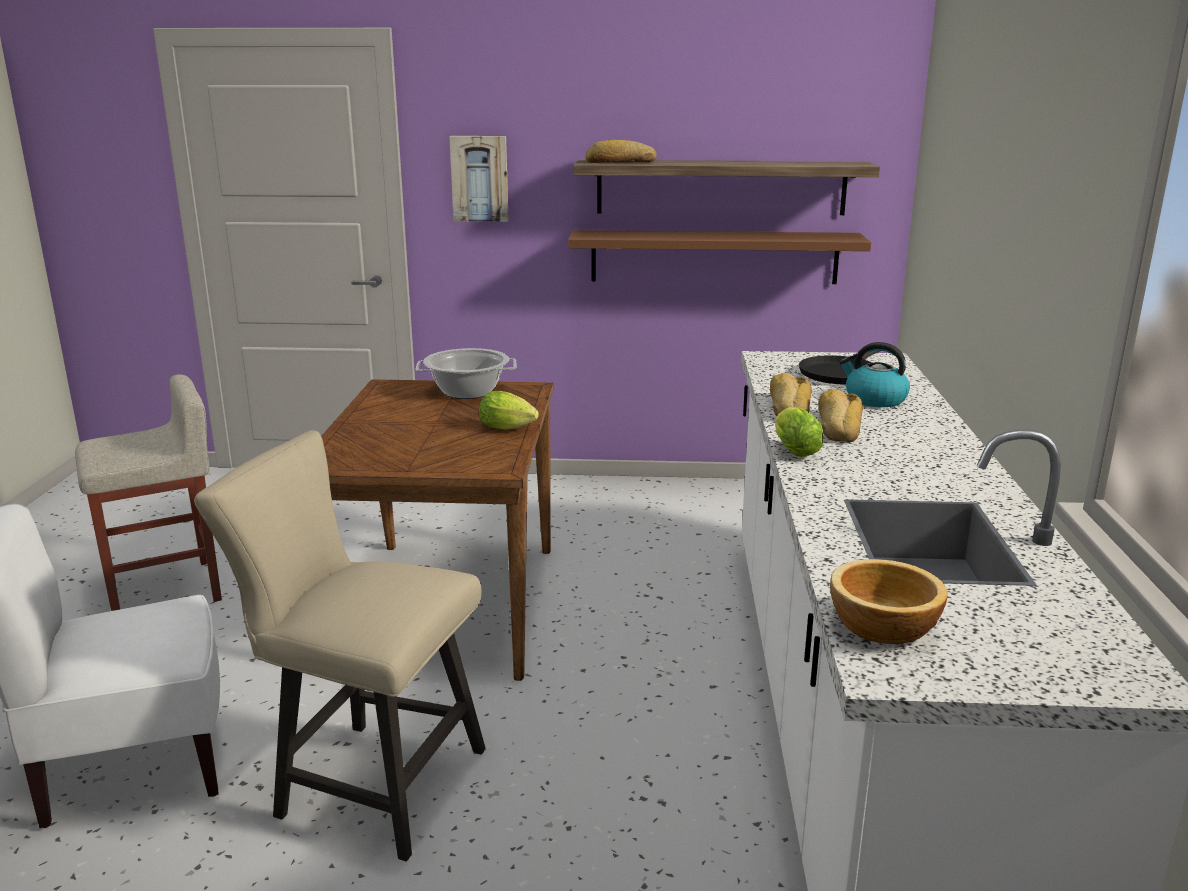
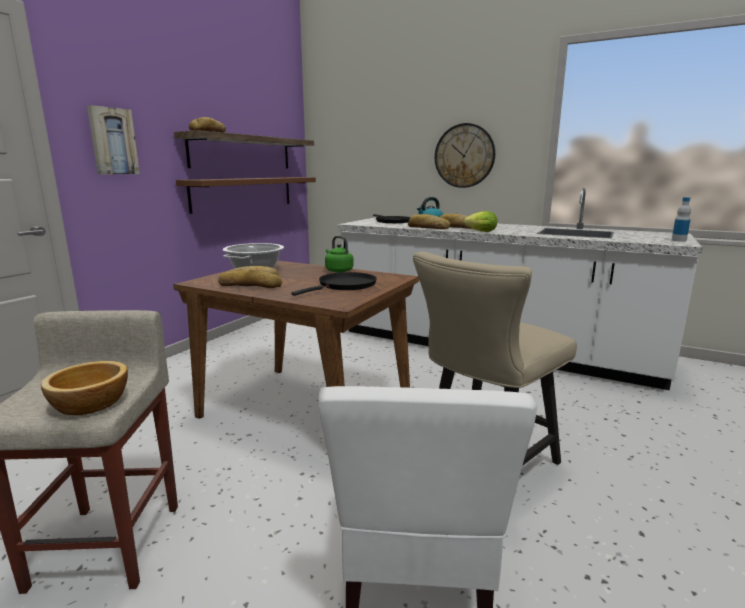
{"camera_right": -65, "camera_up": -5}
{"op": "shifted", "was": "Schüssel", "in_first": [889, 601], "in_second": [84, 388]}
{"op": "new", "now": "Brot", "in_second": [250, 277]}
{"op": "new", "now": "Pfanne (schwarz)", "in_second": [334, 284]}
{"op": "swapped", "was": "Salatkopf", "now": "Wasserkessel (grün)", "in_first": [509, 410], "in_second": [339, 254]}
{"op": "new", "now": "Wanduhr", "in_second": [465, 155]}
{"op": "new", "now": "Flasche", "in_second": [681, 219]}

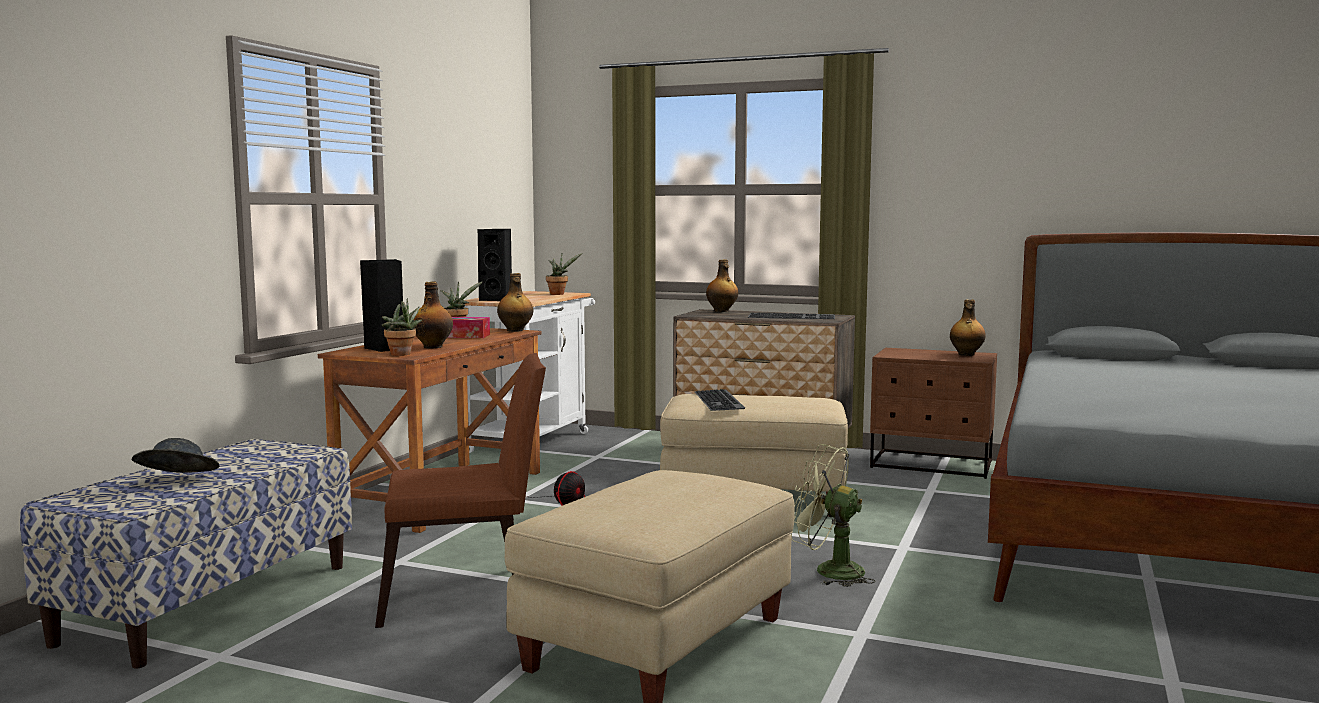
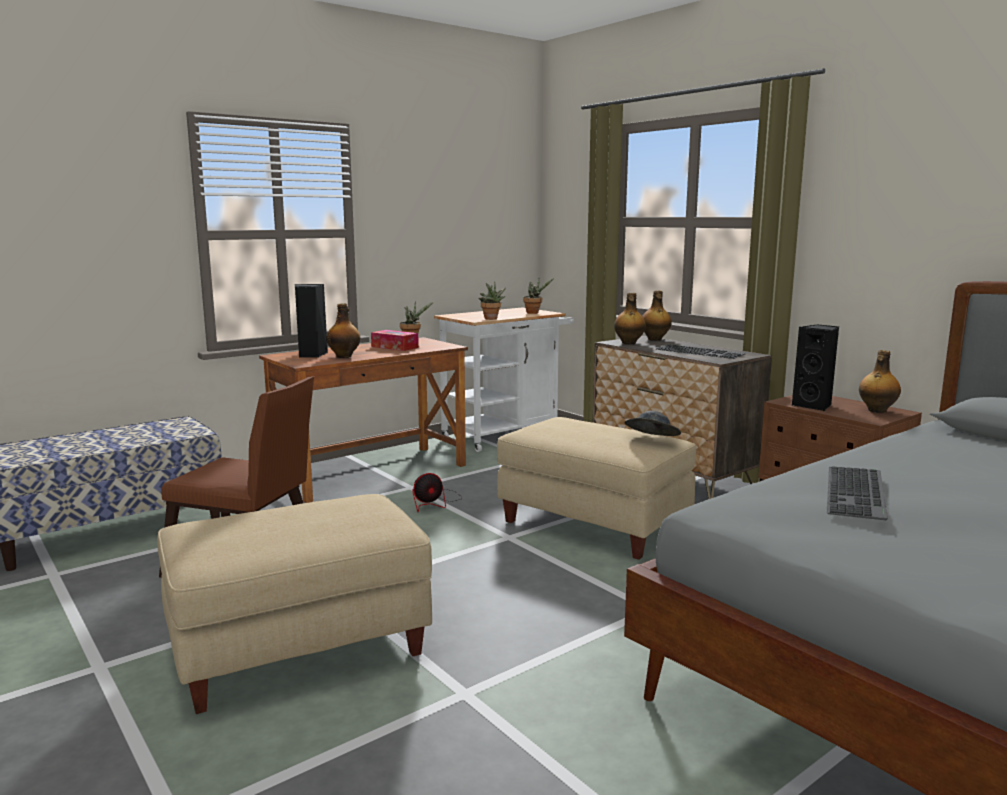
{"camera_right": 30, "camera_up": 5}
{"op": "shifted", "was": "Topfpflanze", "in_first": [402, 327], "in_second": [492, 301]}
{"op": "shifted", "was": "Flasche", "in_first": [515, 302], "in_second": [630, 318]}
{"op": "shifted", "was": "Hut (grau)", "in_first": [176, 455], "in_second": [652, 423]}
{"op": "shifted", "was": "Lautsprecher (schwarz)", "in_first": [495, 265], "in_second": [815, 367]}
{"op": "shifted", "was": "Tastatur", "in_first": [720, 400], "in_second": [857, 493]}
{"op": "gone", "was": "Ventilator (grün)", "in_first": [833, 515]}

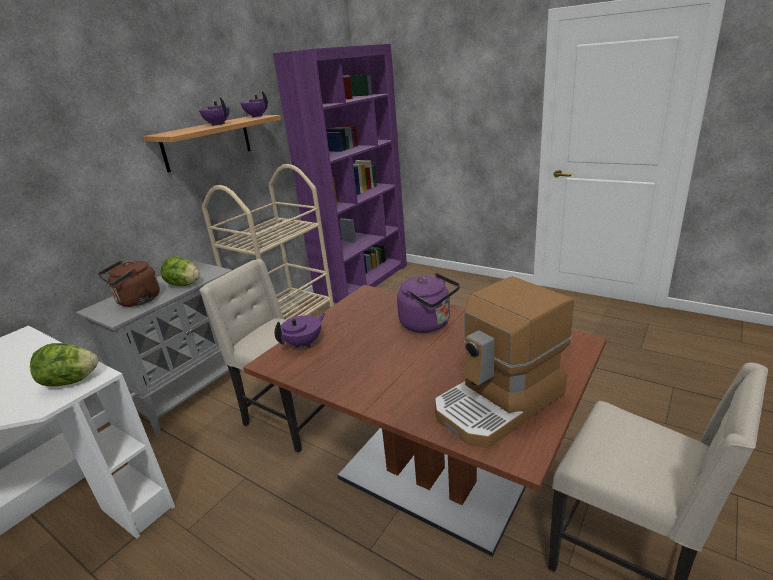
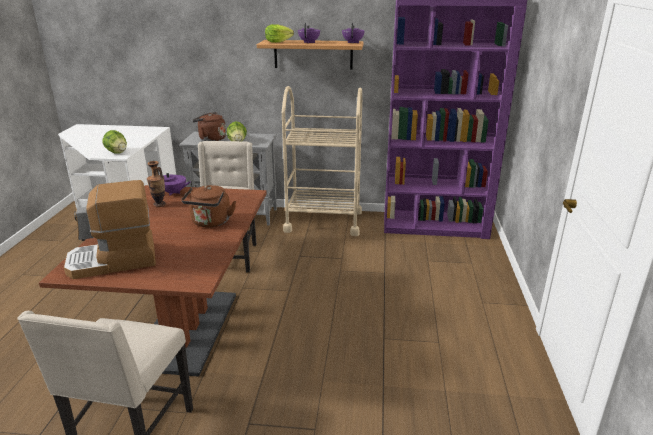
{"camera_right": 60, "camera_up": 0}
{"op": "rotated", "was": "Kaffeemaschine", "in_first": [504, 362], "in_second": [110, 229], "clockwise": -45}
{"op": "new", "now": "Vase", "in_second": [156, 184]}
{"op": "repainted", "was": "Wasserkessel (lila)", "now": "Wasserkessel (braun)", "in_first": [428, 303], "in_second": [208, 206]}
{"op": "new", "now": "Salatkopf", "in_second": [279, 33]}

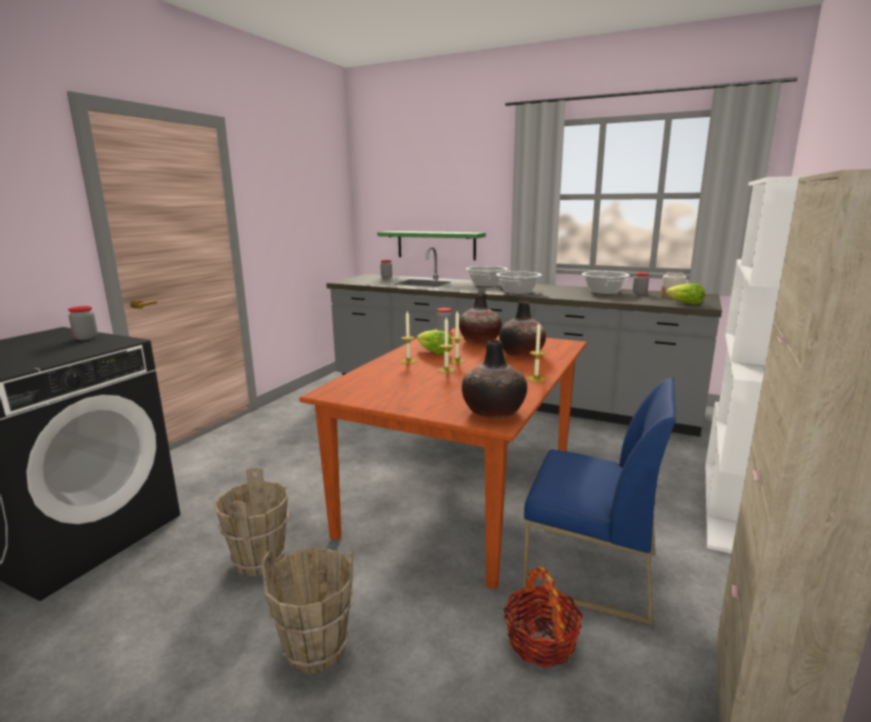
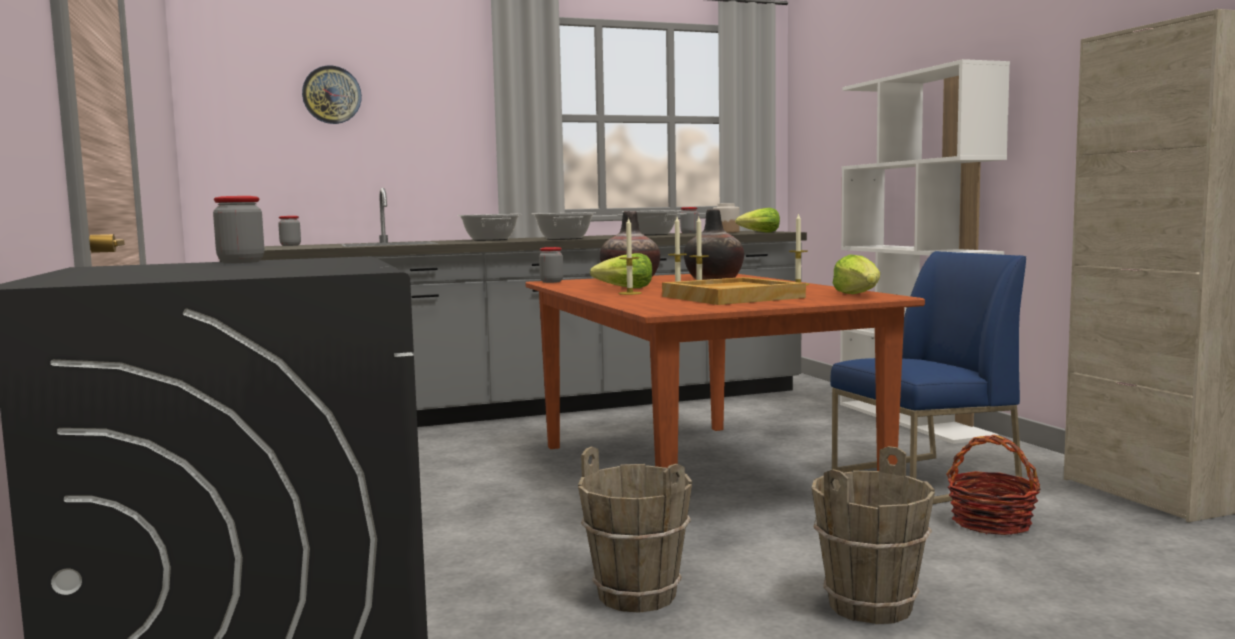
{"camera_right": -45, "camera_up": -10}
{"op": "new", "now": "Wanduhr", "in_second": [332, 94]}
{"op": "new", "now": "Tablett (beige)", "in_second": [734, 291]}
{"op": "swapped", "was": "Vase", "now": "Salatkopf", "in_first": [494, 379], "in_second": [856, 274]}
{"op": "gone", "was": "Wandregal (grün)", "in_first": [431, 245]}

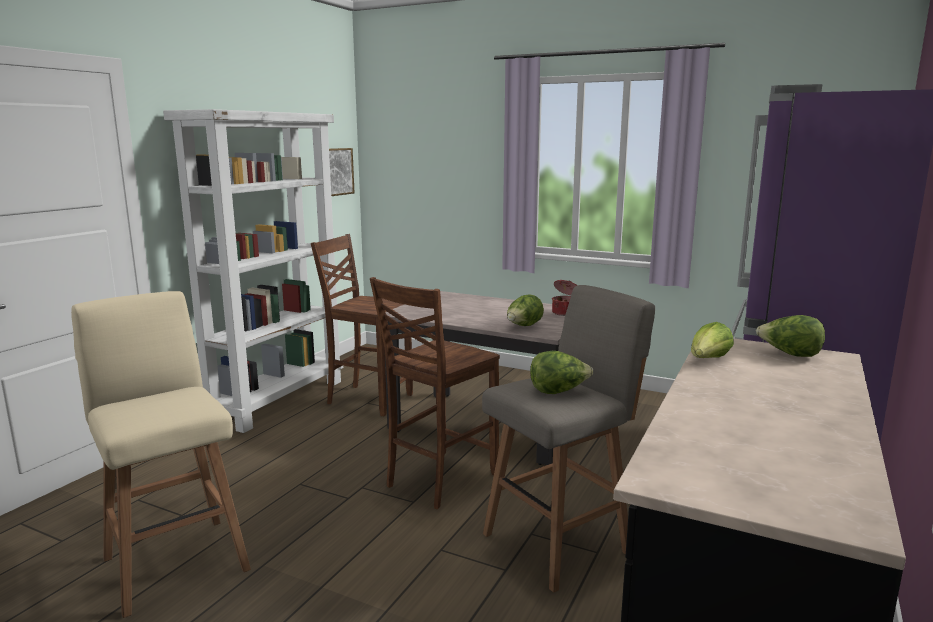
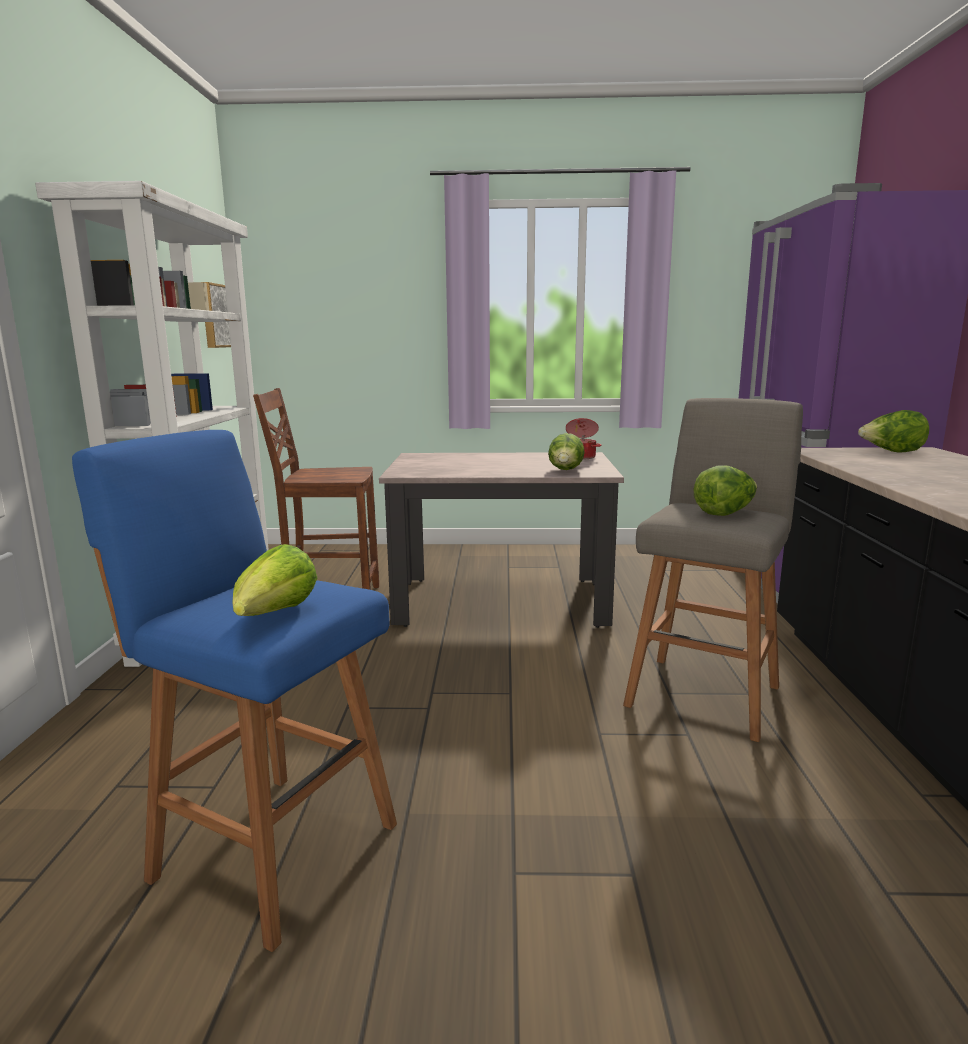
{"camera_right": -25, "camera_up": 0}
{"op": "repainted", "was": "Hocker (beige)", "now": "Hocker (blau)", "in_first": [161, 454], "in_second": [234, 691]}
{"op": "shifted", "was": "Salatkopf", "in_first": [712, 340], "in_second": [274, 580]}
{"op": "gone", "was": "Stuhl (braun)", "in_first": [435, 393]}

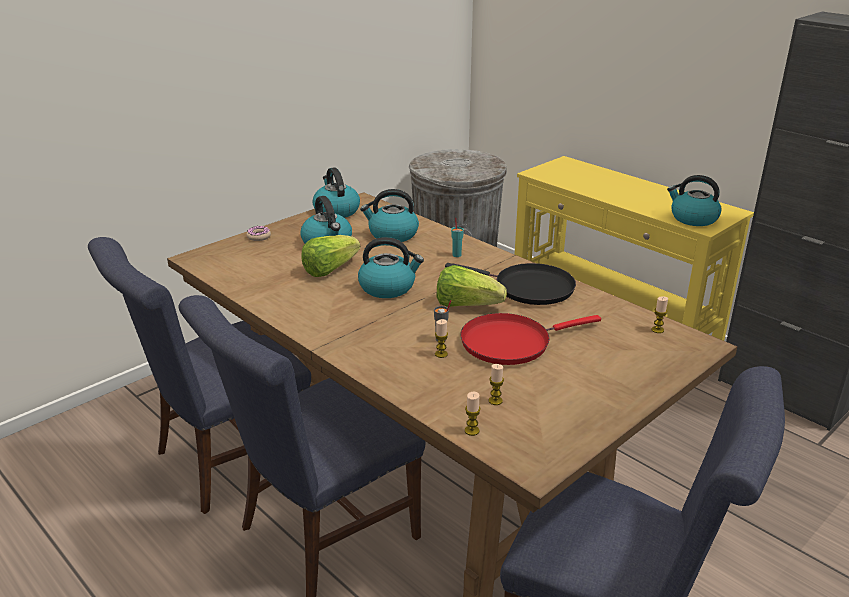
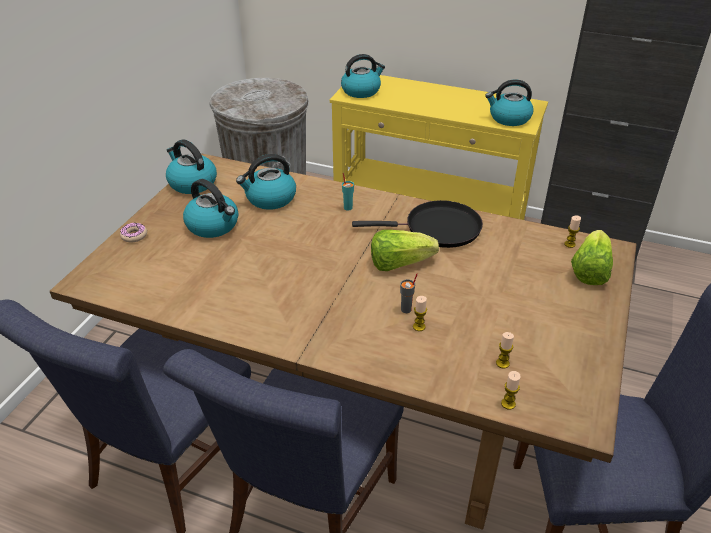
{"camera_right": -25, "camera_up": 10}
{"op": "shifted", "was": "Wasserkessel", "in_first": [391, 267], "in_second": [363, 76]}
{"op": "shifted", "was": "Salatkopf", "in_first": [331, 256], "in_second": [592, 257]}
{"op": "gone", "was": "Pfanne (rot)", "in_first": [530, 339]}

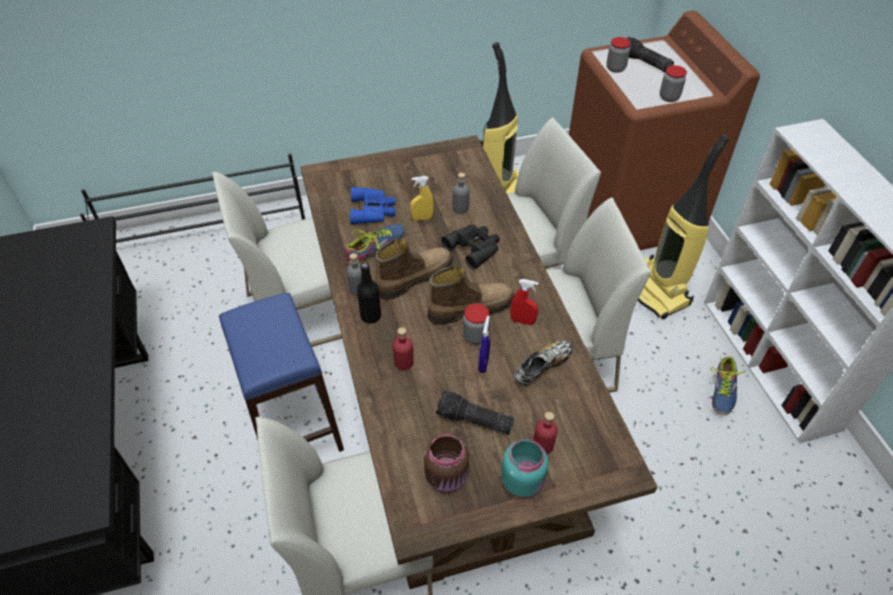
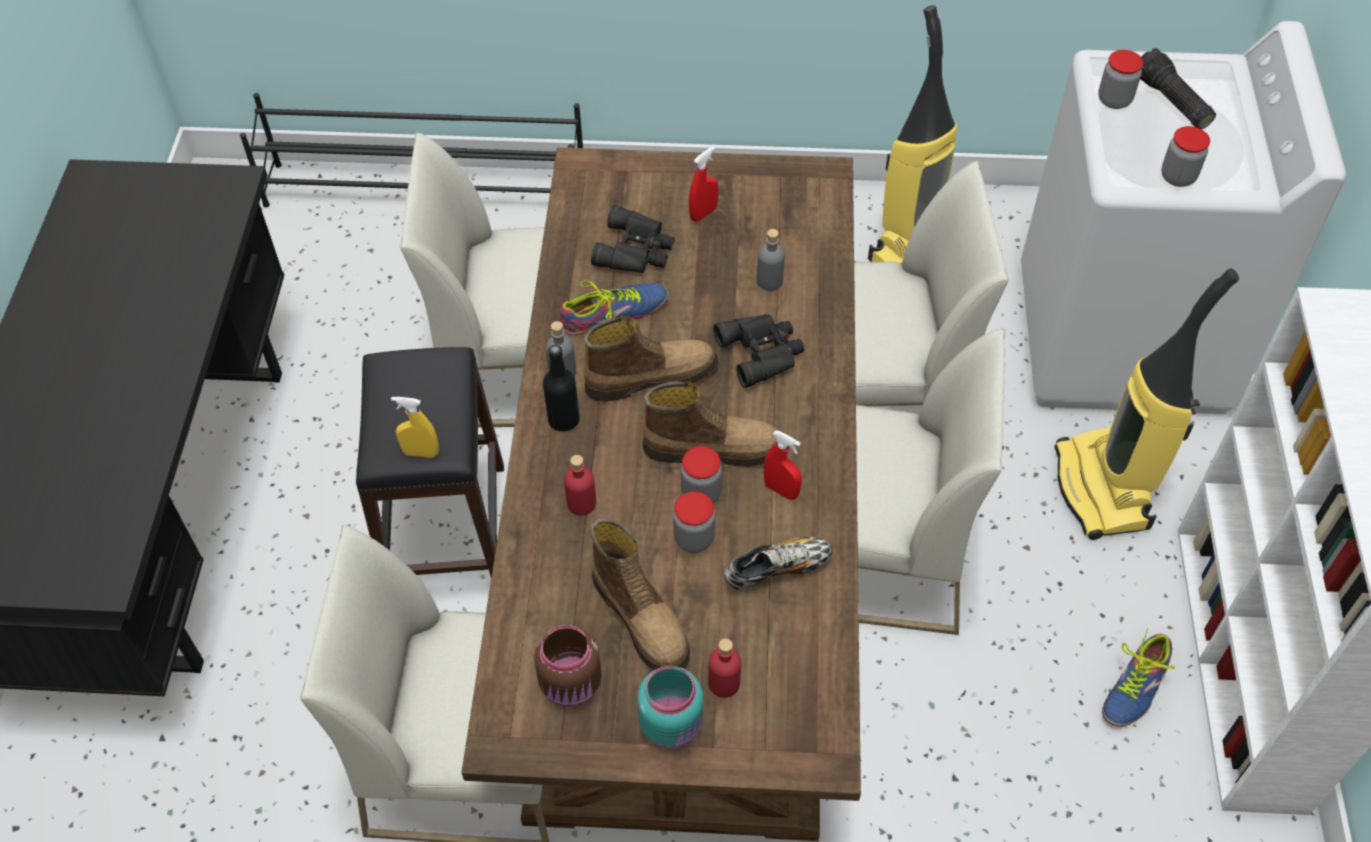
{"camera_right": 20, "camera_up": 5}
{"op": "repainted", "was": "Hocker (blau)", "now": "Hocker (schwarz)", "in_first": [281, 372], "in_second": [430, 462]}
{"op": "shifted", "was": "Sprühflasche (gelb)", "in_first": [422, 198], "in_second": [415, 427]}
{"op": "swapped", "was": "Taschenlampe", "now": "Stiefel", "in_first": [475, 413], "in_second": [640, 594]}
{"op": "repainted", "was": "Fernglas (blau)", "now": "Fernglas (schwarz)", "in_first": [372, 205], "in_second": [633, 239]}
{"op": "swapped", "was": "Sprühflasche (blau)", "now": "Vorratsglas", "in_first": [484, 344], "in_second": [694, 522]}
{"op": "new", "now": "Sprühflasche (rot)", "in_second": [703, 184]}
{"op": "repainted", "was": "Waschmaschine (braun)", "now": "Waschmaschine (weiß)", "in_first": [664, 130], "in_second": [1183, 217]}

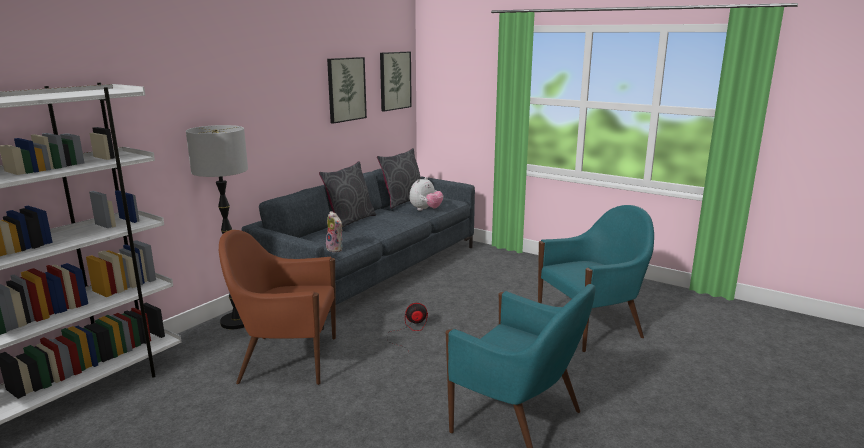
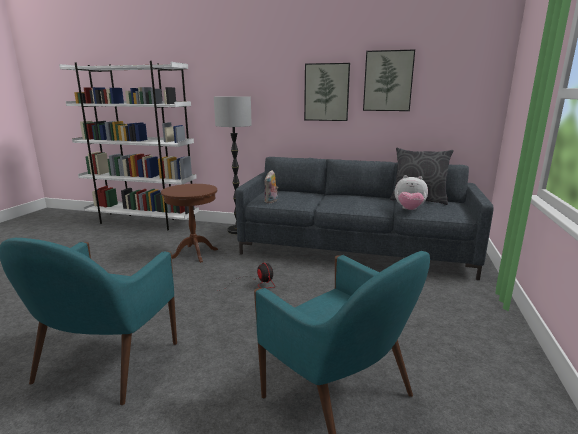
{"camera_right": 70, "camera_up": 0}
{"op": "swapped", "was": "Sessel (braun)", "now": "Beistelltisch (braun)", "in_first": [277, 307], "in_second": [189, 223]}
{"op": "shifted", "was": "Bild", "in_first": [396, 82], "in_second": [327, 92]}
{"op": "gone", "was": "Kissen (grau)", "in_first": [347, 194]}

